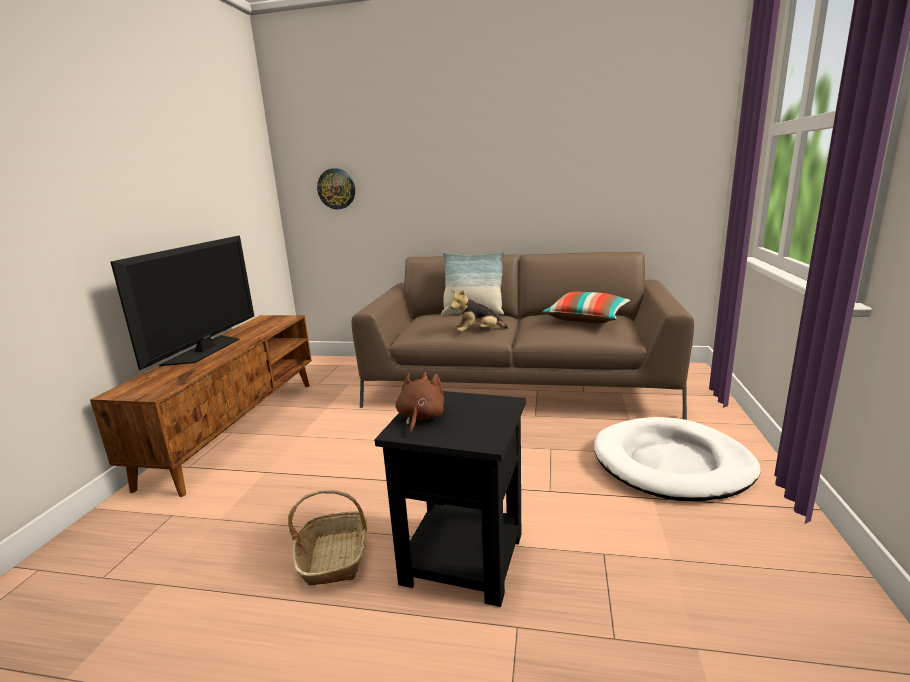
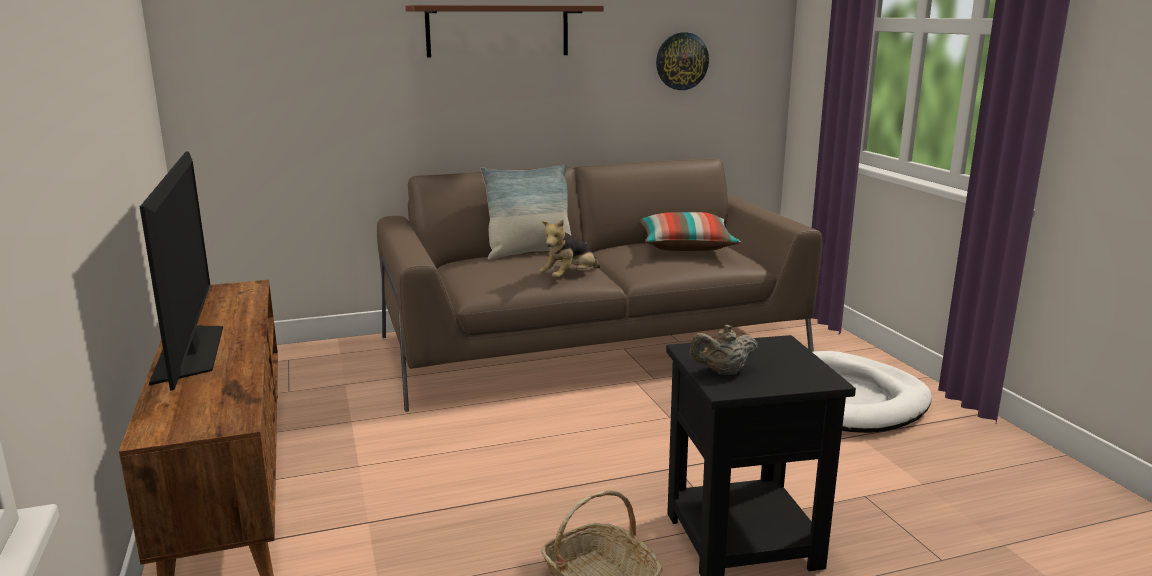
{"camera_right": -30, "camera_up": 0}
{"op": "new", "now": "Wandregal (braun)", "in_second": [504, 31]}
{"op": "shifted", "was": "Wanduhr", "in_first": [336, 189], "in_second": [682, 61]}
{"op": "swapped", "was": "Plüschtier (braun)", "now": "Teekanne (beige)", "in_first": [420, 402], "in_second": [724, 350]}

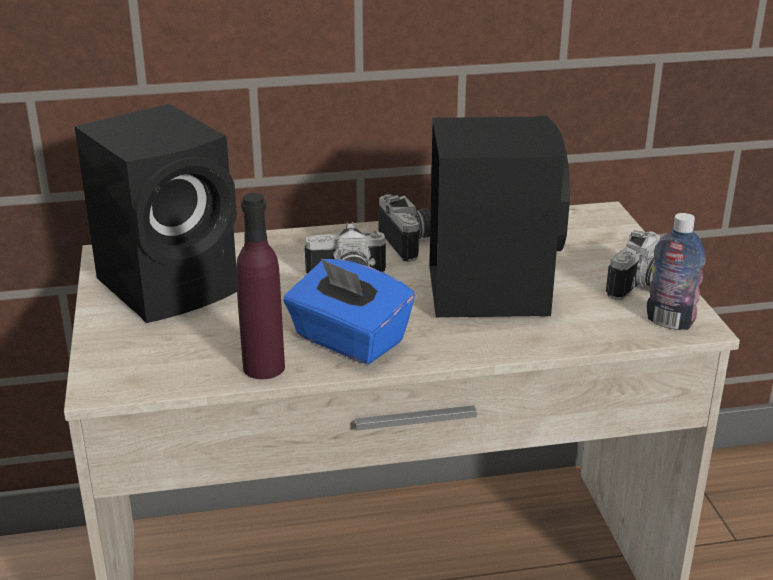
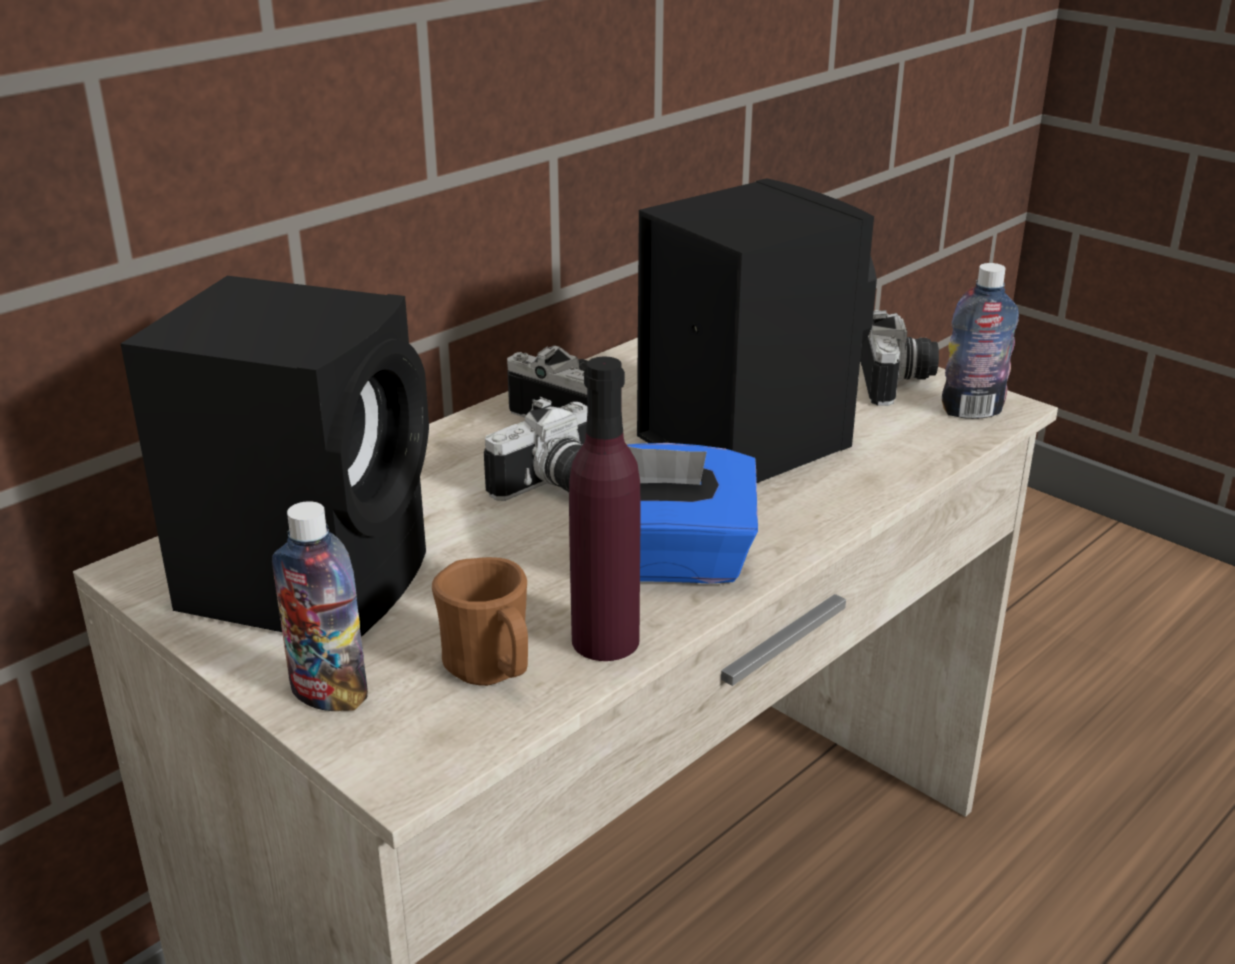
{"camera_right": -35, "camera_up": 0}
{"op": "new", "now": "Flasche", "in_second": [320, 606]}
{"op": "new", "now": "Henkelbecher (braun)", "in_second": [480, 621]}

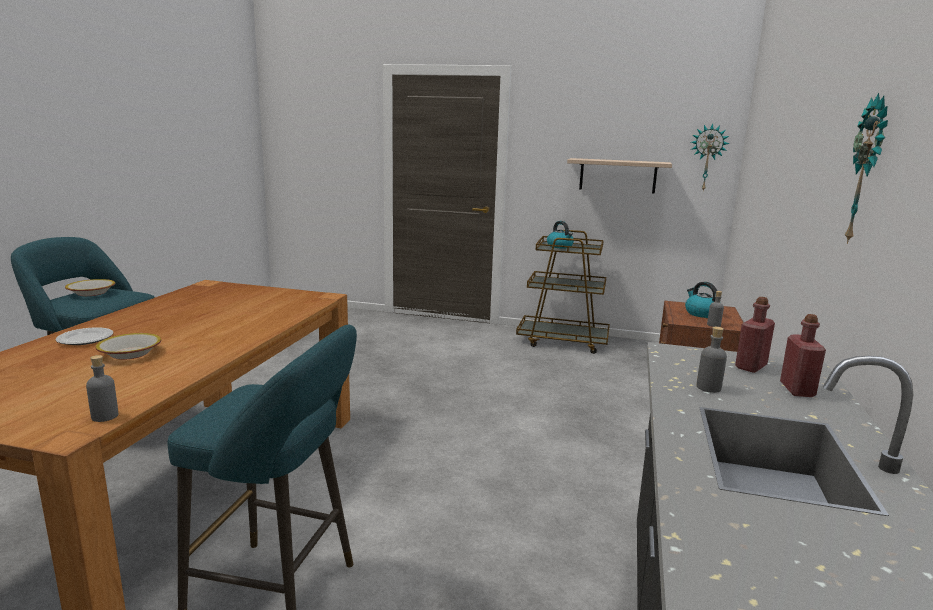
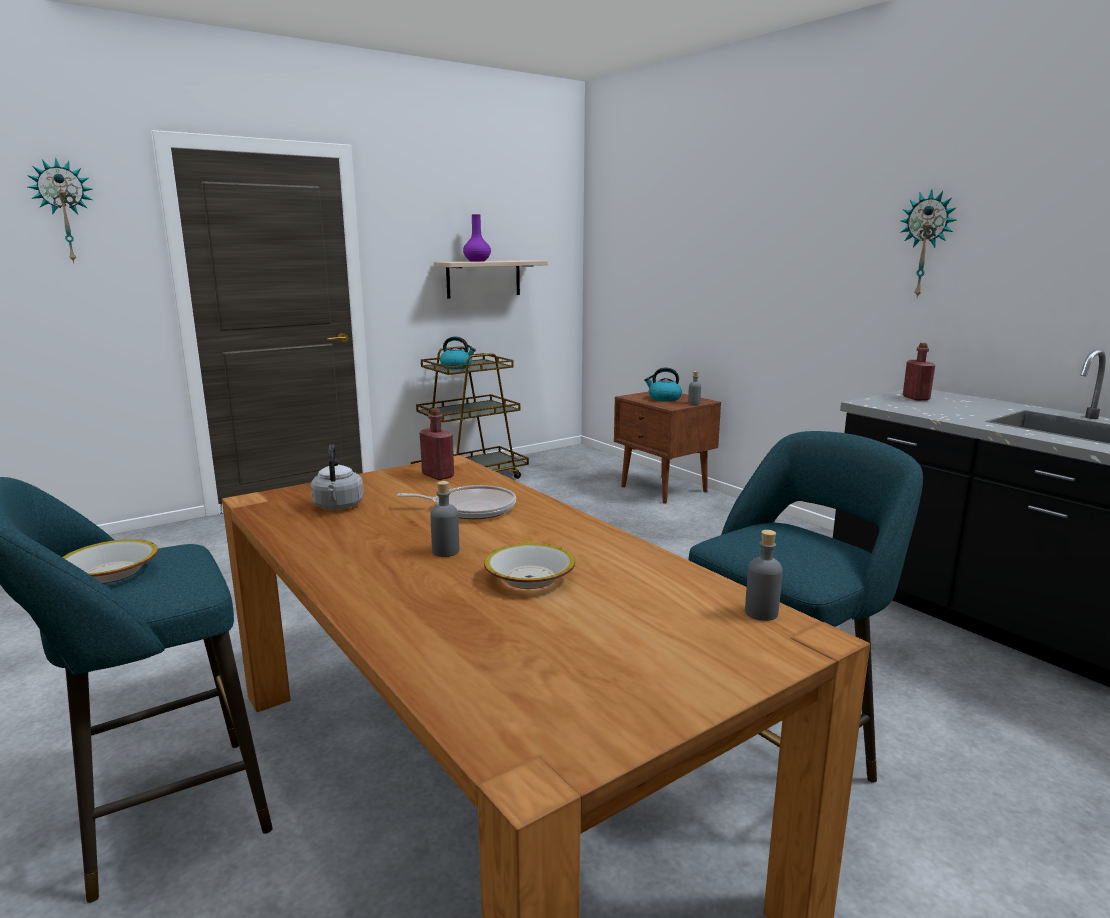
{"camera_right": -50, "camera_up": 0}
{"op": "shifted", "was": "Wanduhr", "in_first": [710, 157], "in_second": [59, 211]}
{"op": "new", "now": "Wasserkessel (grau)", "in_second": [337, 477]}
{"op": "new", "now": "Pfanne", "in_second": [456, 502]}
{"op": "shifted", "was": "Flasche (rot)", "in_first": [803, 355], "in_second": [437, 444]}
{"op": "shifted", "was": "Flasche (grau)", "in_first": [711, 360], "in_second": [444, 519]}
{"op": "new", "now": "Vase (lila)", "in_second": [477, 238]}
{"op": "gone", "was": "Teller", "in_first": [84, 336]}

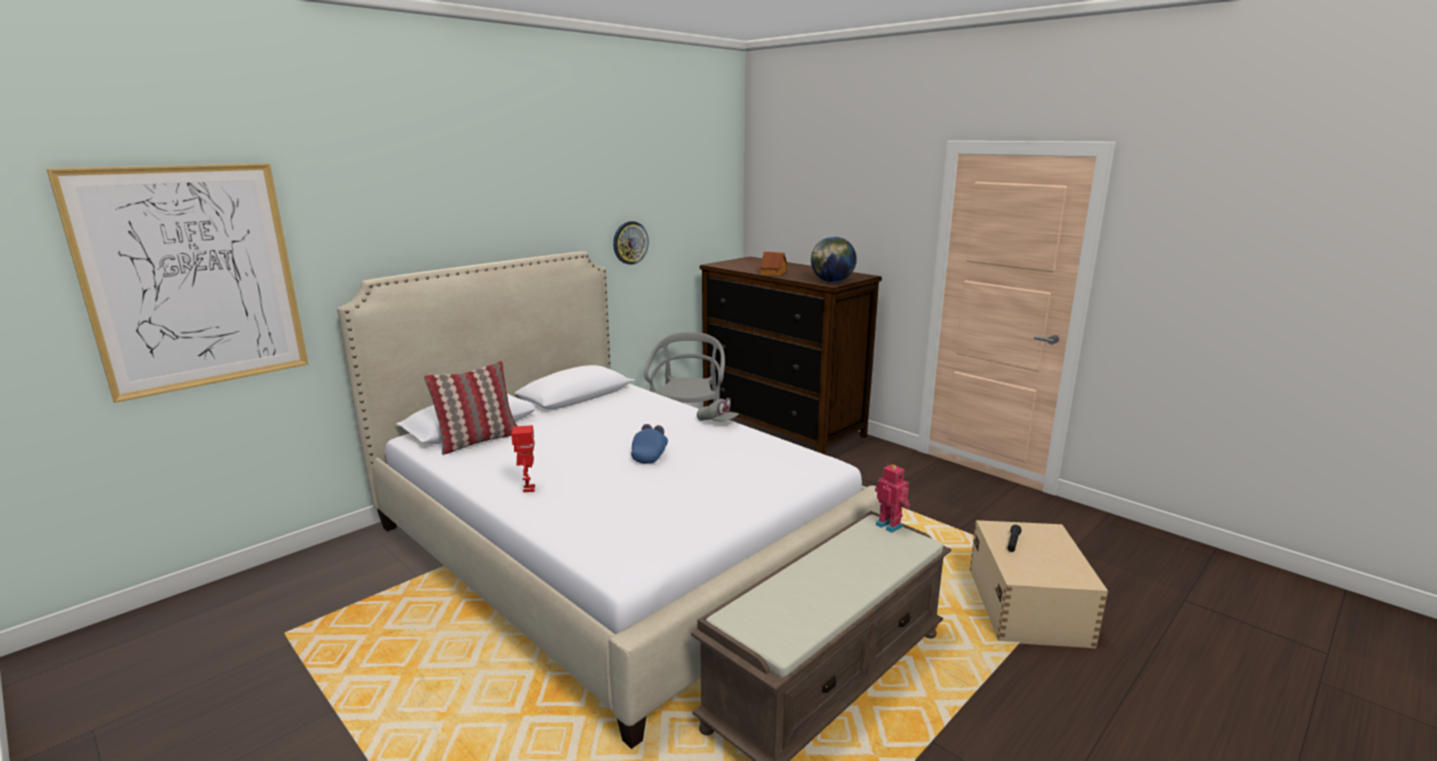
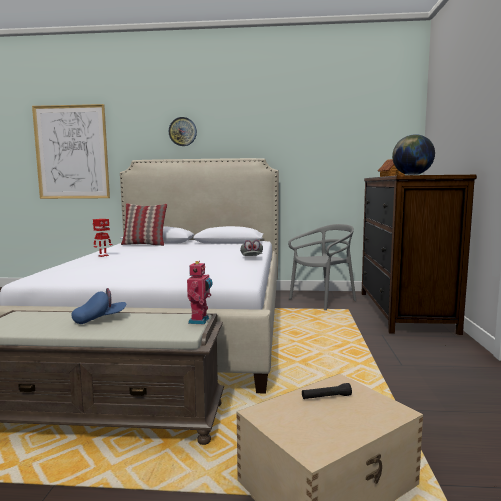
{"camera_right": 50, "camera_up": -10}
{"op": "shifted", "was": "Kappe (blau)", "in_first": [649, 444], "in_second": [98, 306]}
{"op": "shifted", "was": "Wanduhr", "in_first": [631, 243], "in_second": [183, 131]}

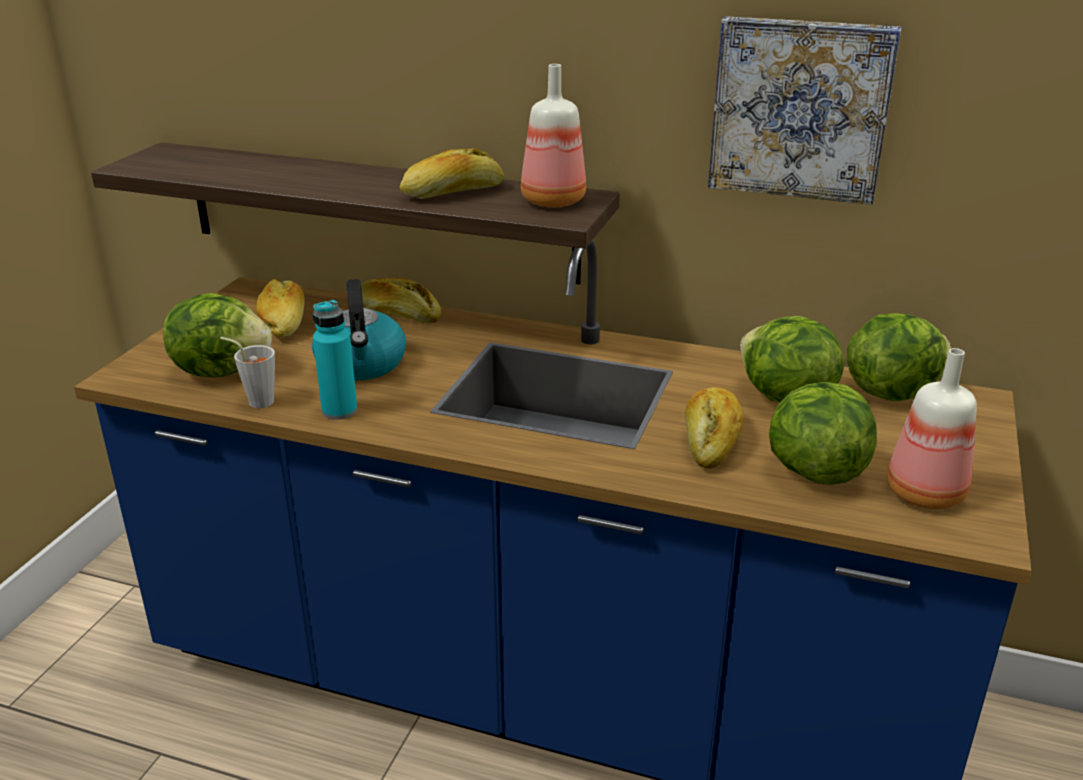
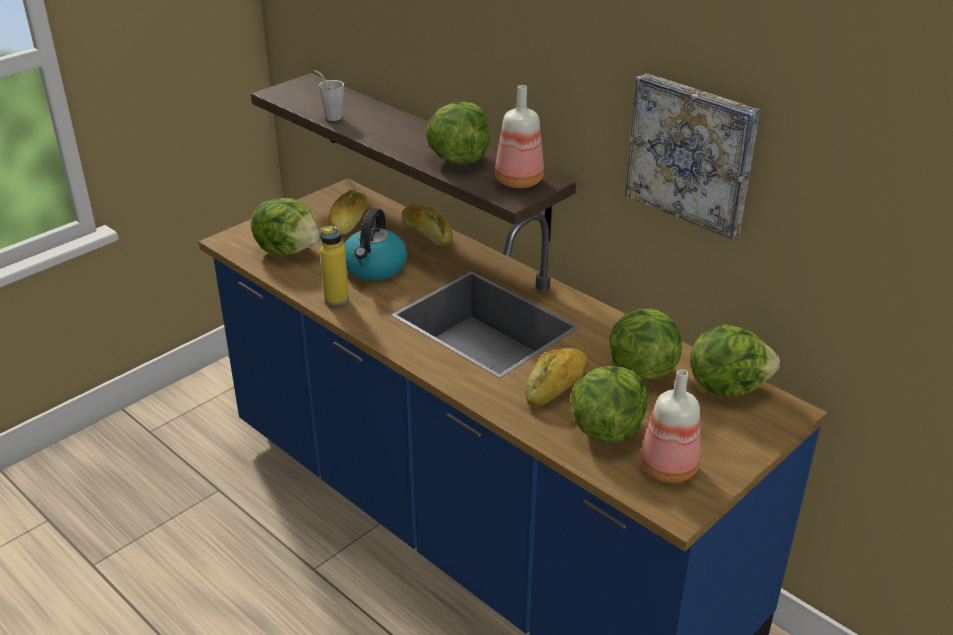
{"camera_right": 25, "camera_up": 5}
{"op": "shifted", "was": "Tasse (grau)", "in_first": [247, 372], "in_second": [329, 95]}
{"op": "repainted", "was": "Flasche (türkis)", "now": "Flasche (gelb)", "in_first": [335, 360], "in_second": [334, 266]}
{"op": "swapped", "was": "Brot", "now": "Salatkopf", "in_first": [452, 173], "in_second": [458, 133]}

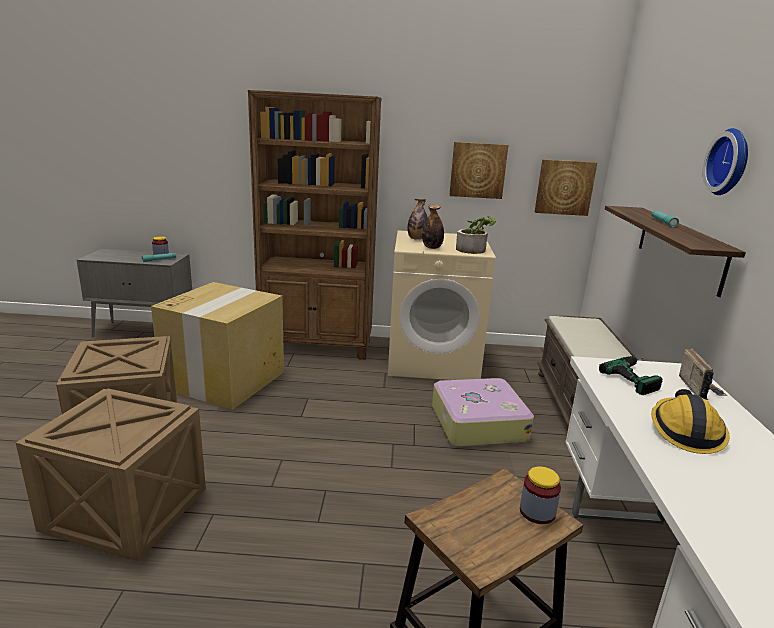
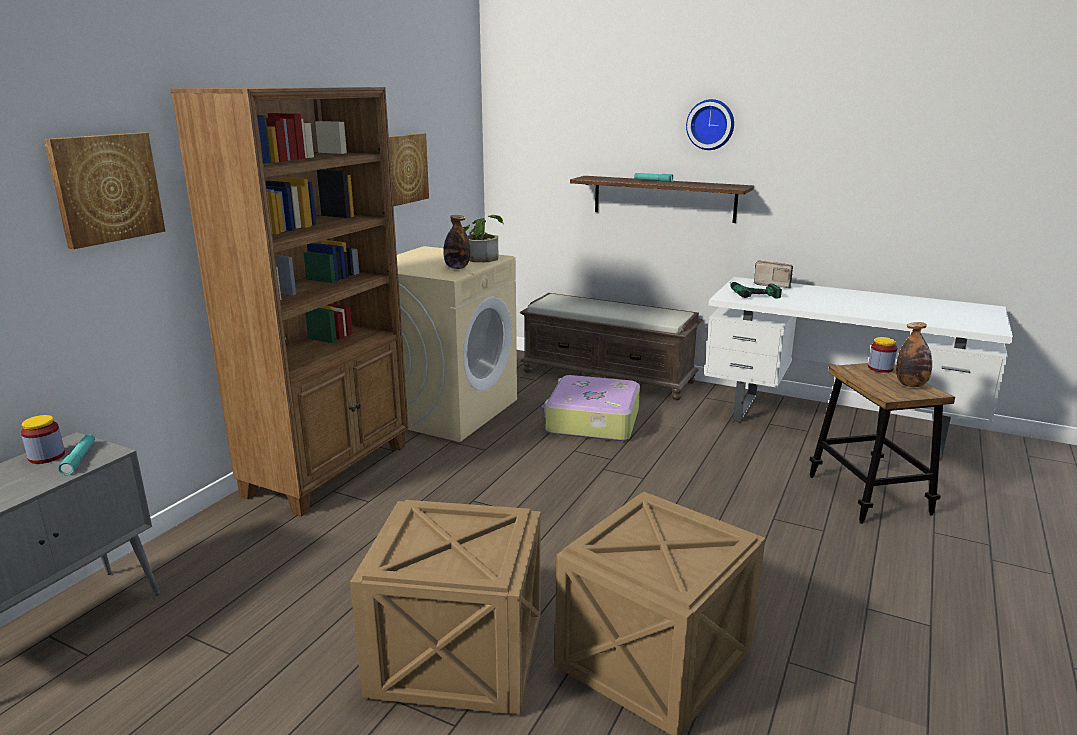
{"camera_right": -65, "camera_up": 0}
{"op": "shifted", "was": "Bild", "in_first": [566, 187], "in_second": [104, 190]}
{"op": "shifted", "was": "Flasche", "in_first": [418, 219], "in_second": [914, 354]}
{"op": "gone", "was": "Karton", "in_first": [217, 346]}
{"op": "gone", "was": "Schutzhelm", "in_first": [690, 421]}

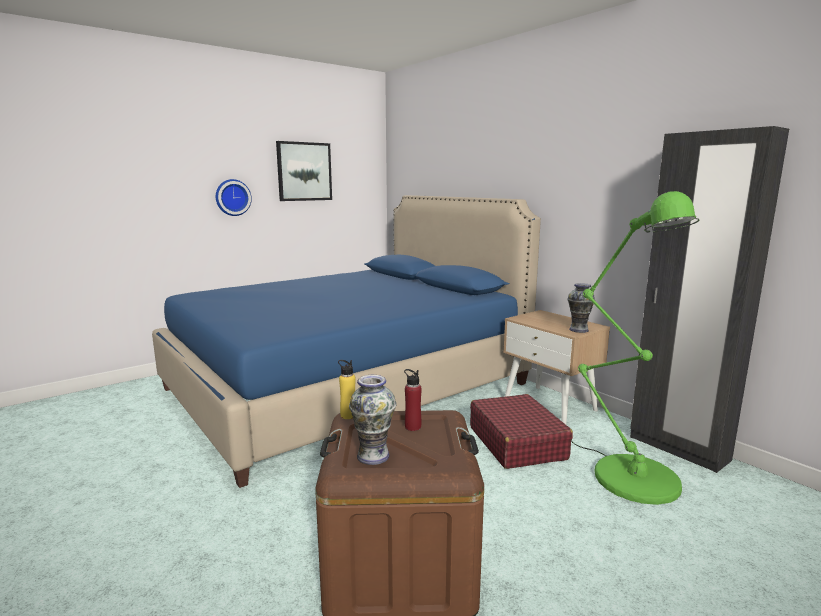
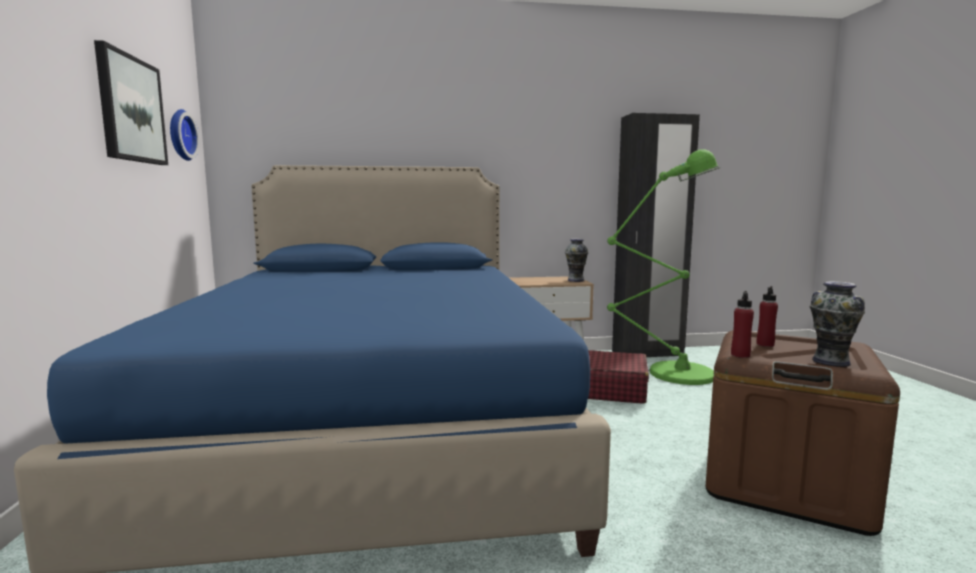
{"camera_right": -60, "camera_up": -5}
{"op": "shifted", "was": "Wanduhr", "in_first": [234, 197], "in_second": [184, 135]}
{"op": "repainted", "was": "Flasche (gelb)", "now": "Flasche (rot)", "in_first": [346, 389], "in_second": [742, 324]}

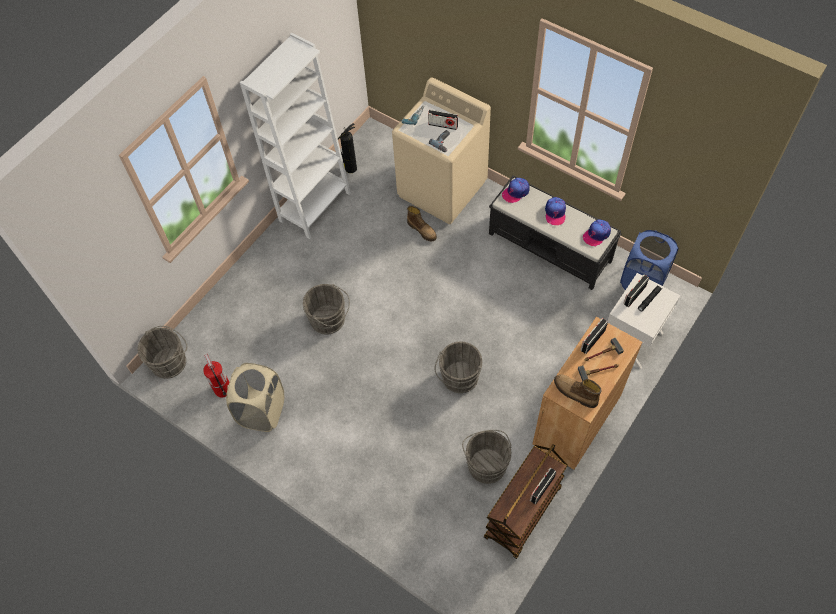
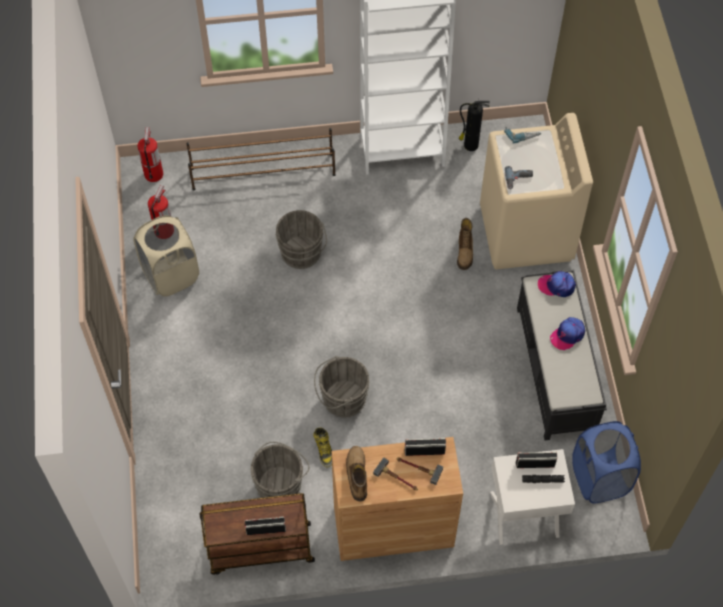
{"camera_right": 45, "camera_up": 0}
{"op": "swapped", "was": "Eimer (grau)", "now": "Feuerlöscher", "in_first": [162, 352], "in_second": [150, 154]}
{"op": "new", "now": "Schuhregal (braun)", "in_second": [261, 159]}
{"op": "new", "now": "Stiefel", "in_second": [322, 447]}
{"op": "gone", "was": "Radio", "in_first": [443, 120]}
{"op": "gone", "was": "Kappe", "in_first": [597, 232]}

